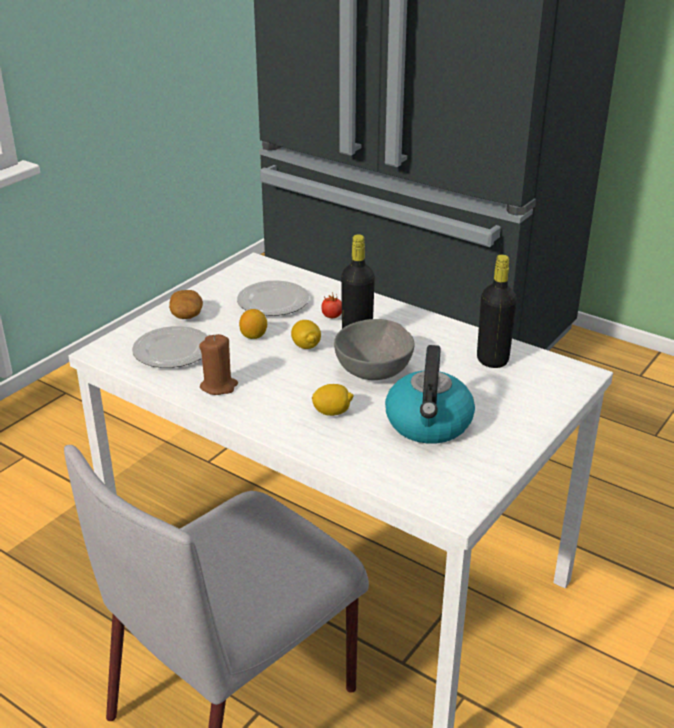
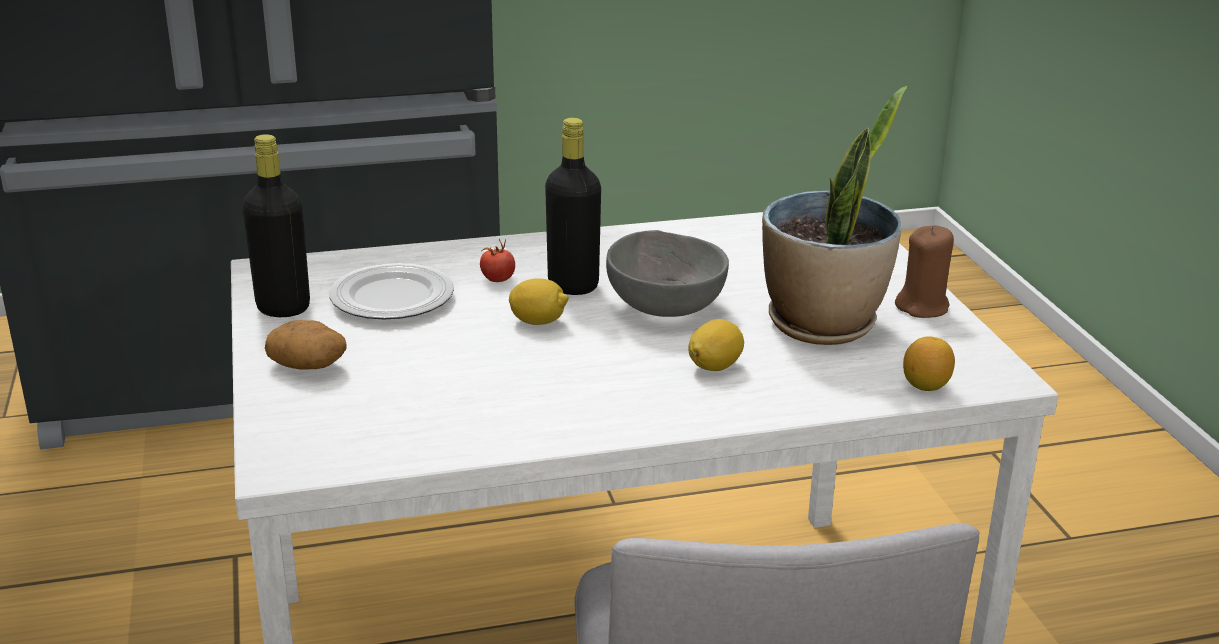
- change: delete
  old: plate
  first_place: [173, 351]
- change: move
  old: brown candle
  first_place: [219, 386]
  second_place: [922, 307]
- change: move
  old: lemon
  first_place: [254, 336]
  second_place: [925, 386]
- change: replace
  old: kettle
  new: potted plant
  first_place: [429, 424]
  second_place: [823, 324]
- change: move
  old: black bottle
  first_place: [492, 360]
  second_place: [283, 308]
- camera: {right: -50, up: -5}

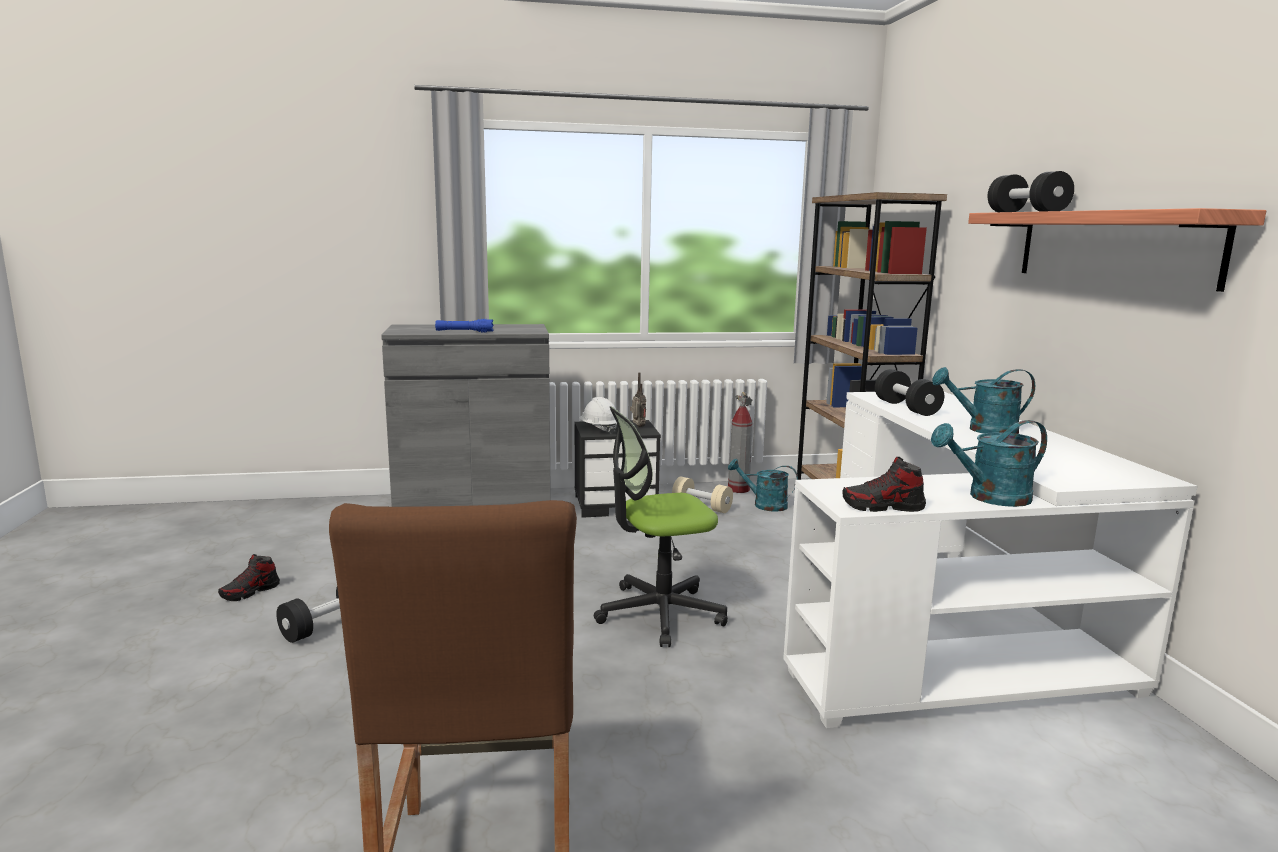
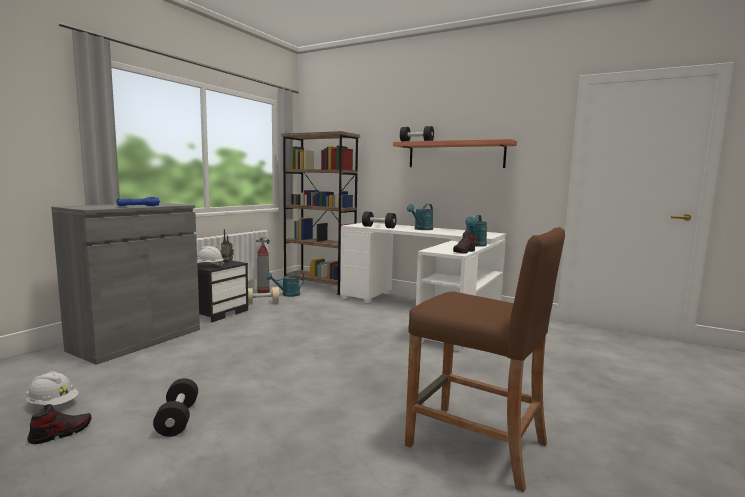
- change: rotate
  old: shoe
  first_place: [250, 592]
  second_place: [61, 433]
  degrees: -120
- change: delete
  old: office chair
  first_place: [659, 613]
- change: insert
  new: white hard hat
  second_place: [53, 404]
- camera: {right: -50, up: -5}

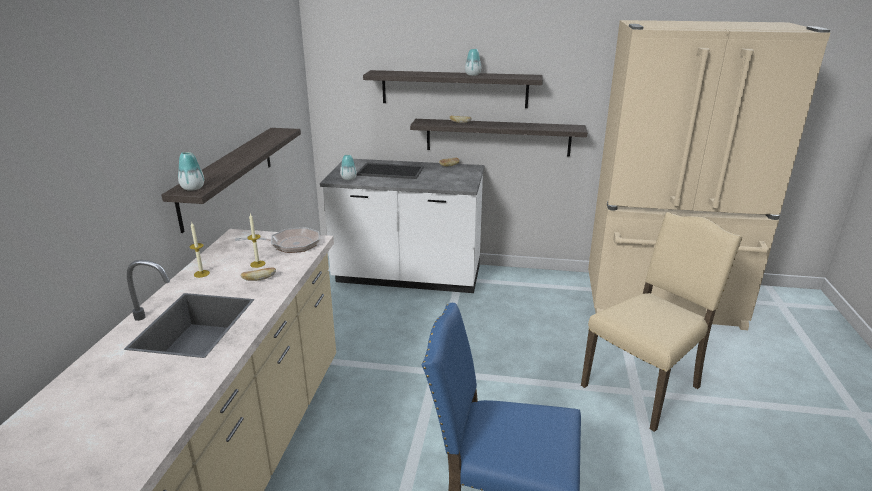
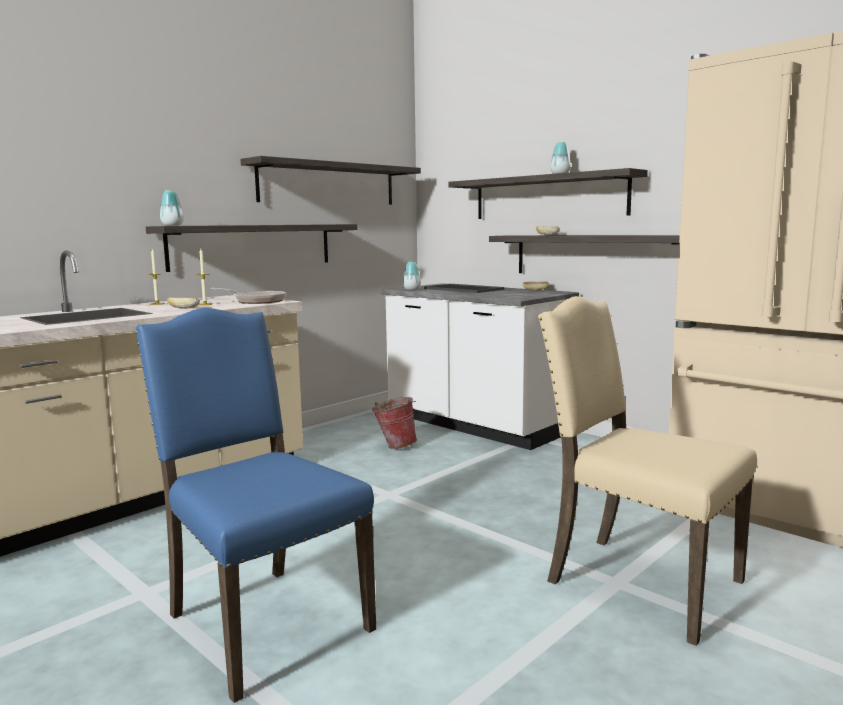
- change: rotate
  old: beige chair
  first_place: [645, 386]
  second_place: [638, 581]
  degrees: -135
- change: insert
  new: shelf
  second_place: [329, 184]
- change: insert
  new: bucket
  second_place: [395, 445]
- camera: {right: 35, up: -15}

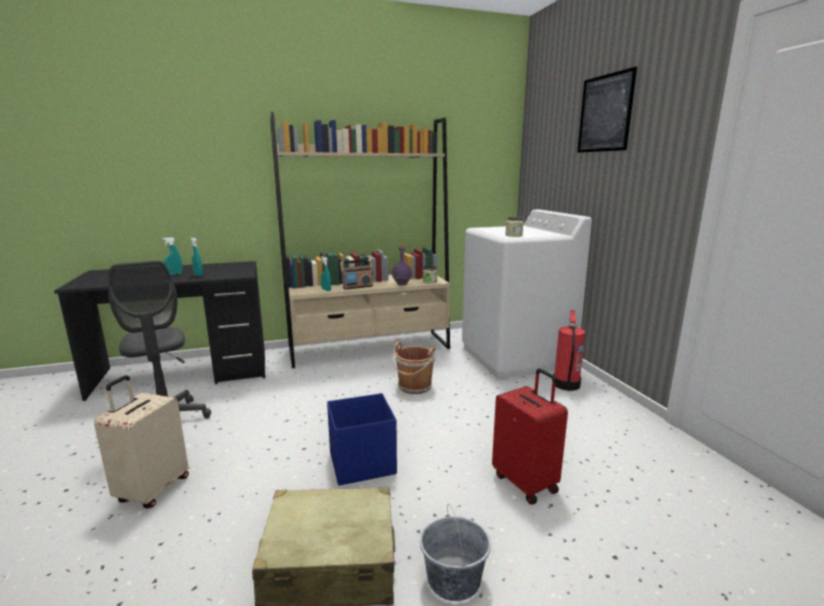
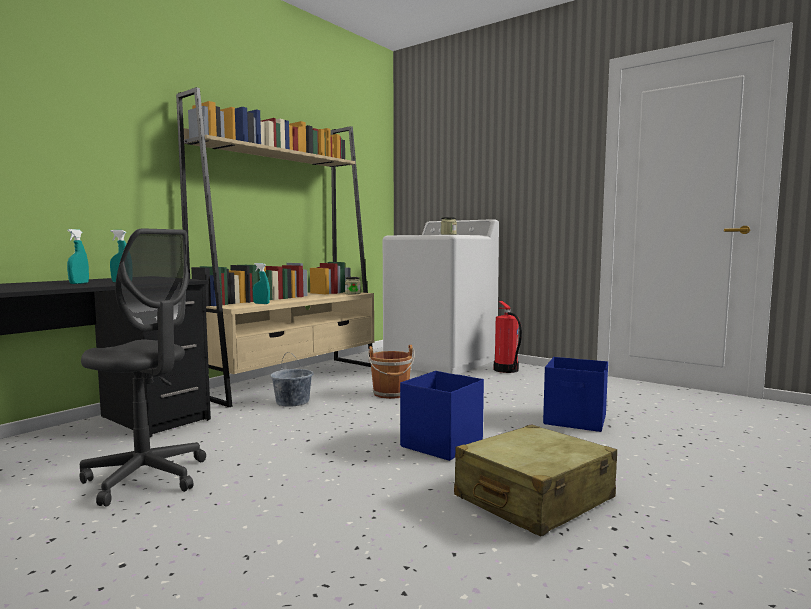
- change: delete
  old: beige suitcase
  first_place: [152, 490]
- change: delete
  old: radio
  first_place: [357, 287]
- change: delete
  old: purple bottle
  first_place: [402, 284]
- change: move
  old: grey bucket
  first_place: [454, 579]
  second_place: [292, 402]
- change: replace
  old: red suitcase
  new: blue storage box
  first_place: [526, 482]
  second_place: [576, 420]
- change: delete
  old: picture
  first_place: [605, 113]
- camera: {right: -35, up: -10}

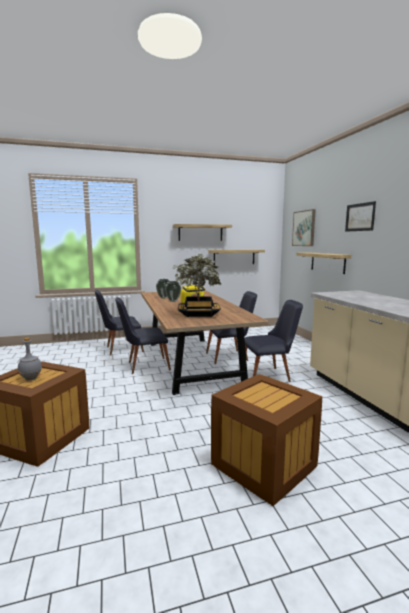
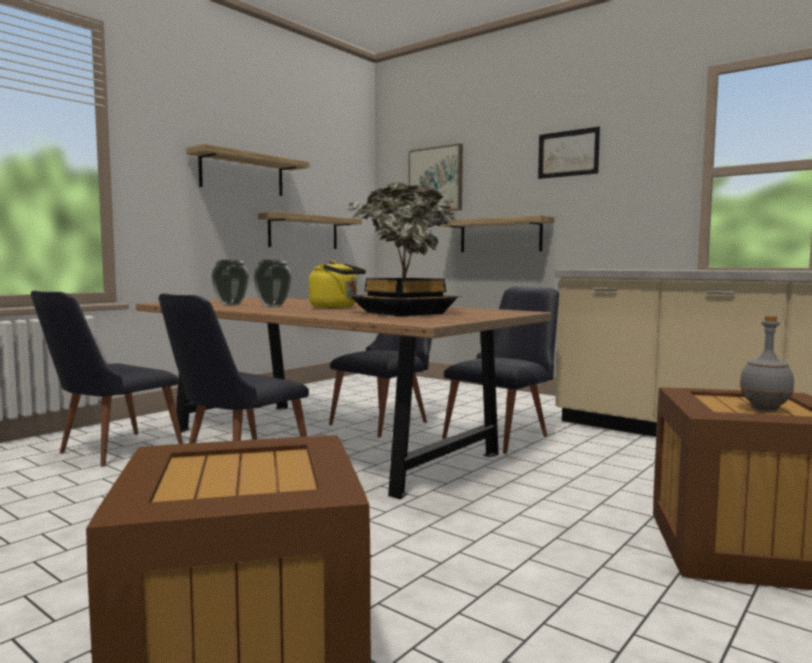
- change: move
  old: grey bottle
  first_place: [31, 379]
  second_place: [765, 410]
- camera: {right: -35, up: -5}

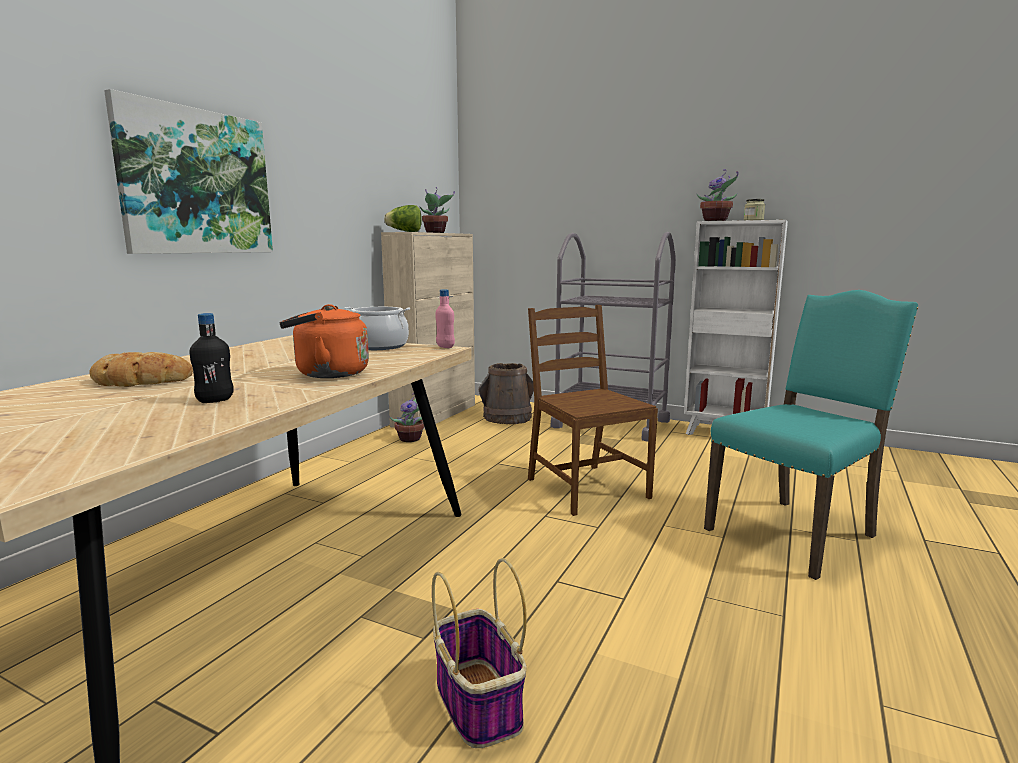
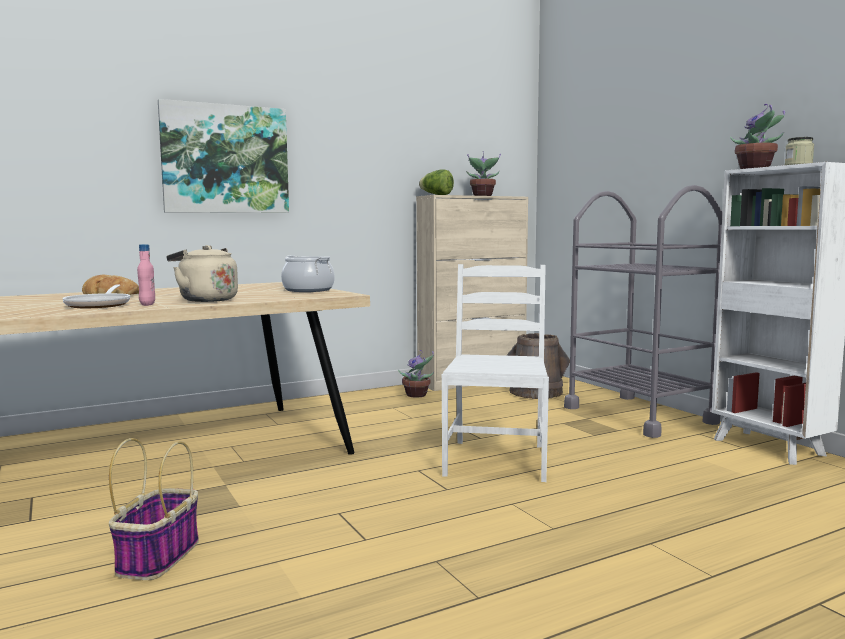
- change: replace
  old: black bottle
  new: frying pan
  first_place: [215, 400]
  second_place: [100, 305]
- change: recolor
  old: orange kettle
  new: beige kettle
  first_place: [327, 374]
  second_place: [205, 300]
- change: move
  old: pink bottle
  first_place: [445, 347]
  second_place: [147, 304]
- change: recolor
  old: brown chair
  new: white chair
  first_place: [585, 488]
  second_place: [496, 459]
- change: delete
  old: turquoise chair
  first_place: [795, 533]
- camera: {right: 35, up: -5}

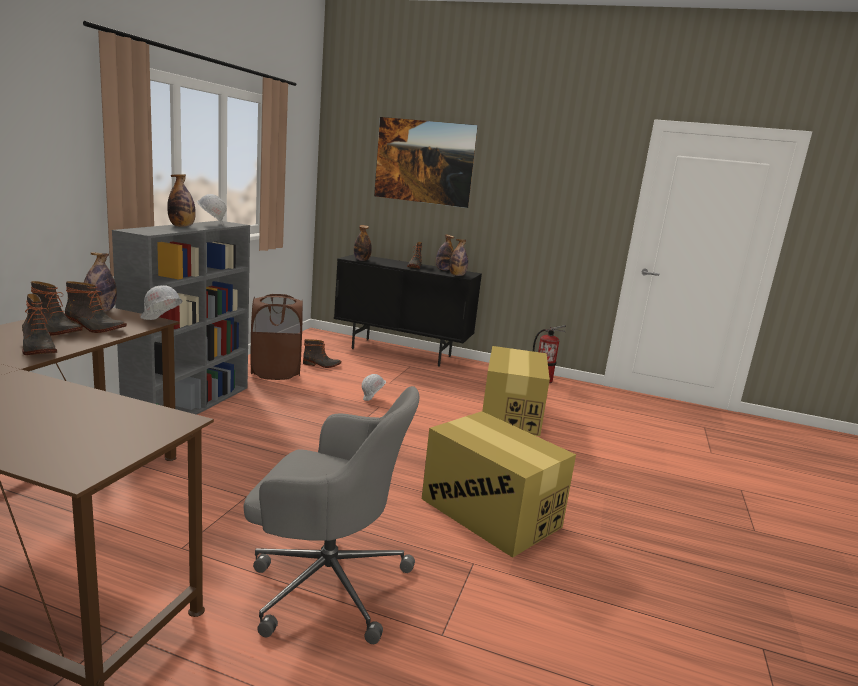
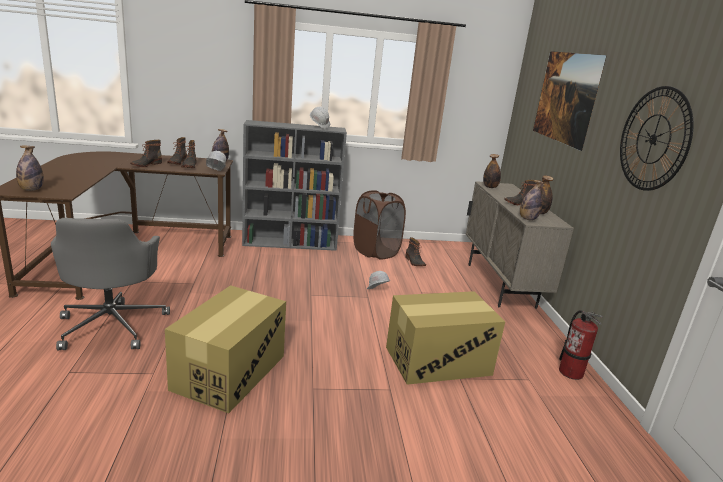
- change: move
  old: bottle
  first_place: [182, 226]
  second_place: [31, 189]
- change: recolor
  old: black cabinet
  new: beige cabinet
  first_place: [401, 352]
  second_place: [500, 285]
- change: insert
  new: wall clock
  second_place: [653, 139]
- camera: {right: 65, up: 5}

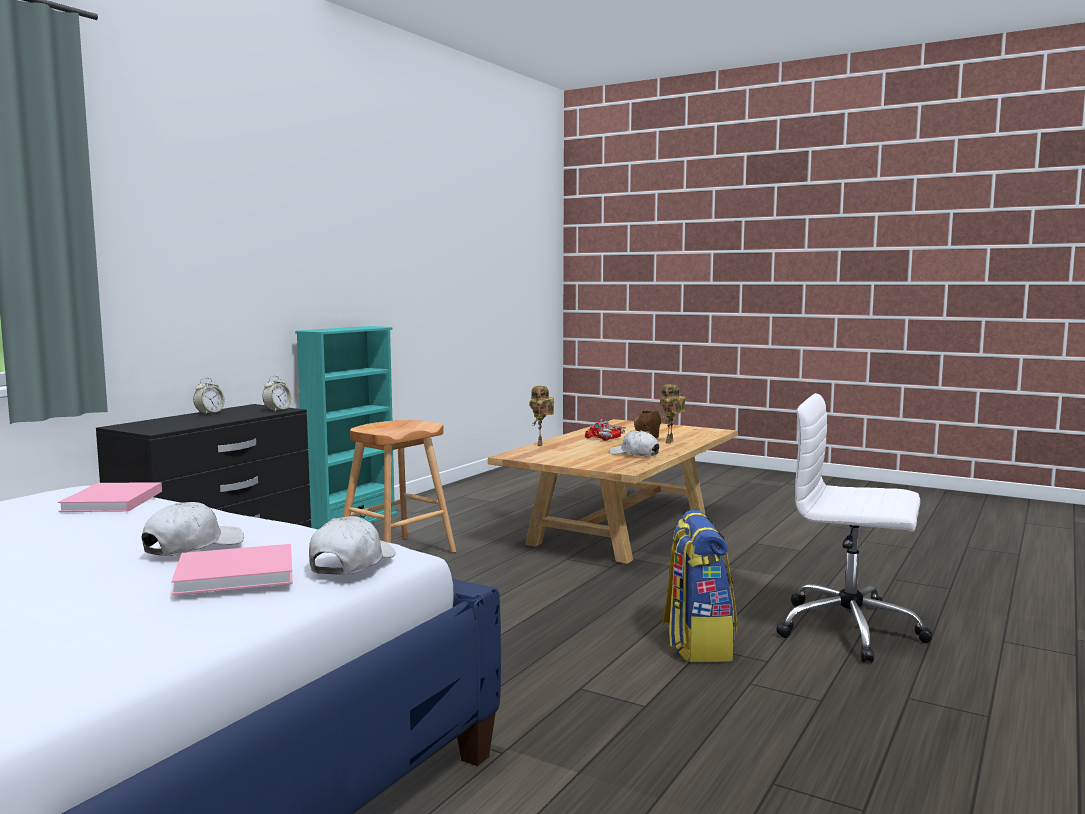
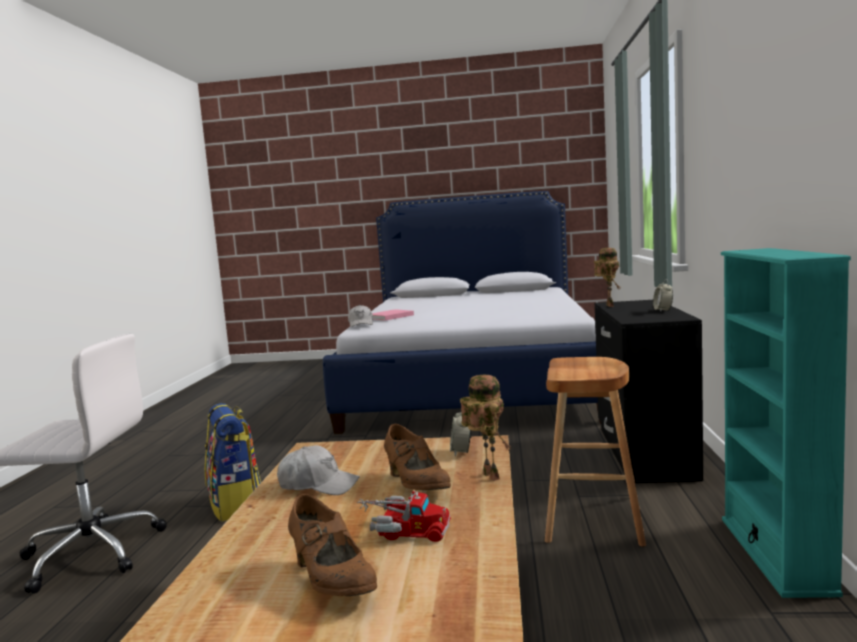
- change: delete
  old: pink book
  first_place: [111, 502]
- change: delete
  old: white cap
  first_place: [193, 546]
- change: move
  old: alarm clock
  first_place: [277, 410]
  second_place: [461, 452]
- change: move
  old: toy robot
  first_place: [670, 442]
  second_place: [608, 306]
- change: insert
  new: brown shoe
  second_place: [416, 485]
- camera: {right: 155, up: 0}

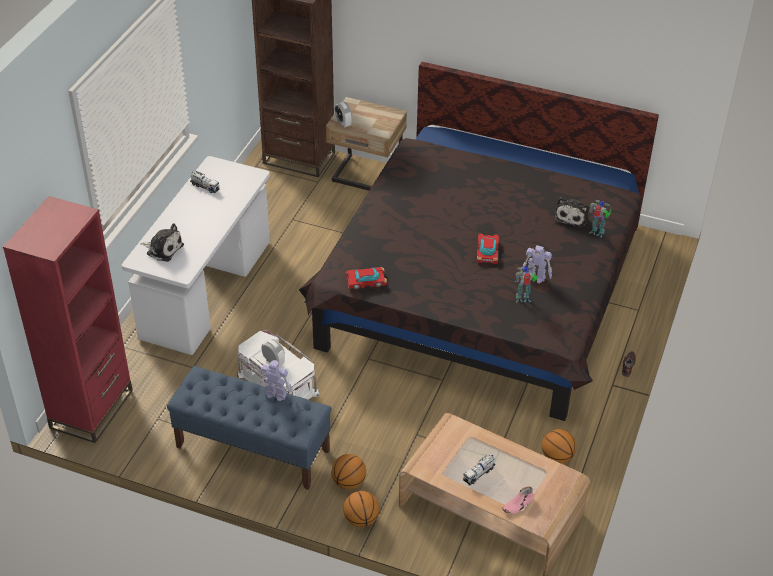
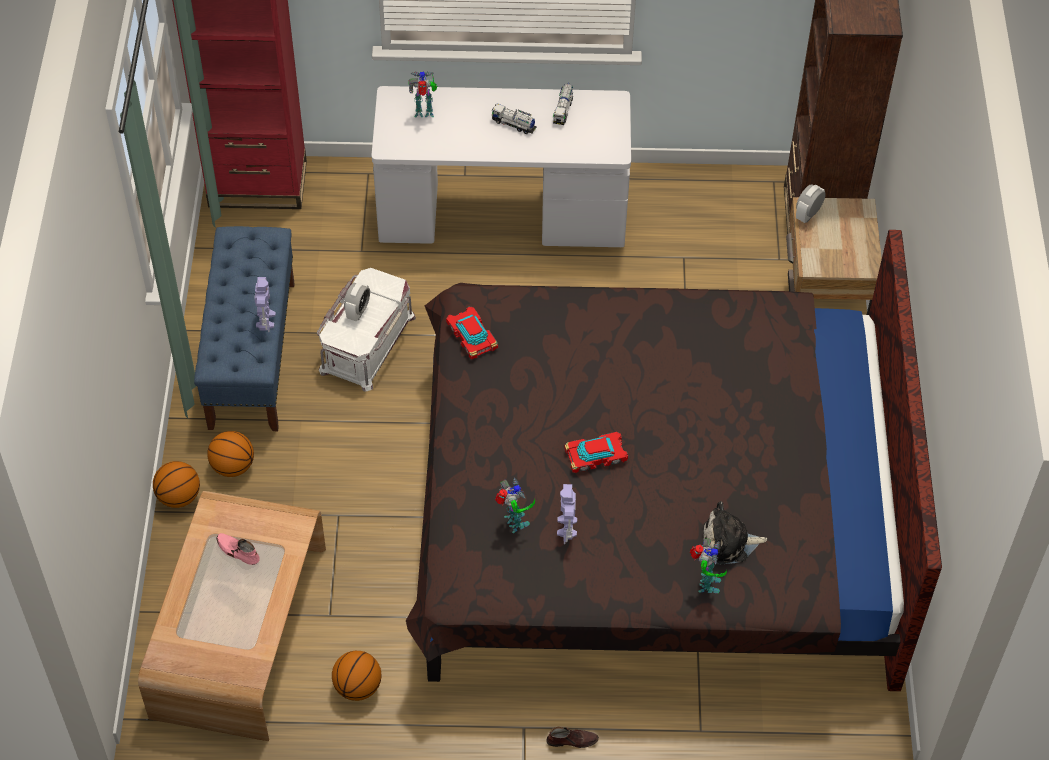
- change: replace
  old: plush toy
  new: toy robot
  first_place: [163, 249]
  second_place: [425, 113]
- change: move
  old: toy truck
  first_place: [479, 474]
  second_place: [513, 124]
- change: move
  old: pink shoe
  first_place: [518, 505]
  second_place: [237, 551]
- camera: {right: 70, up: 10}

